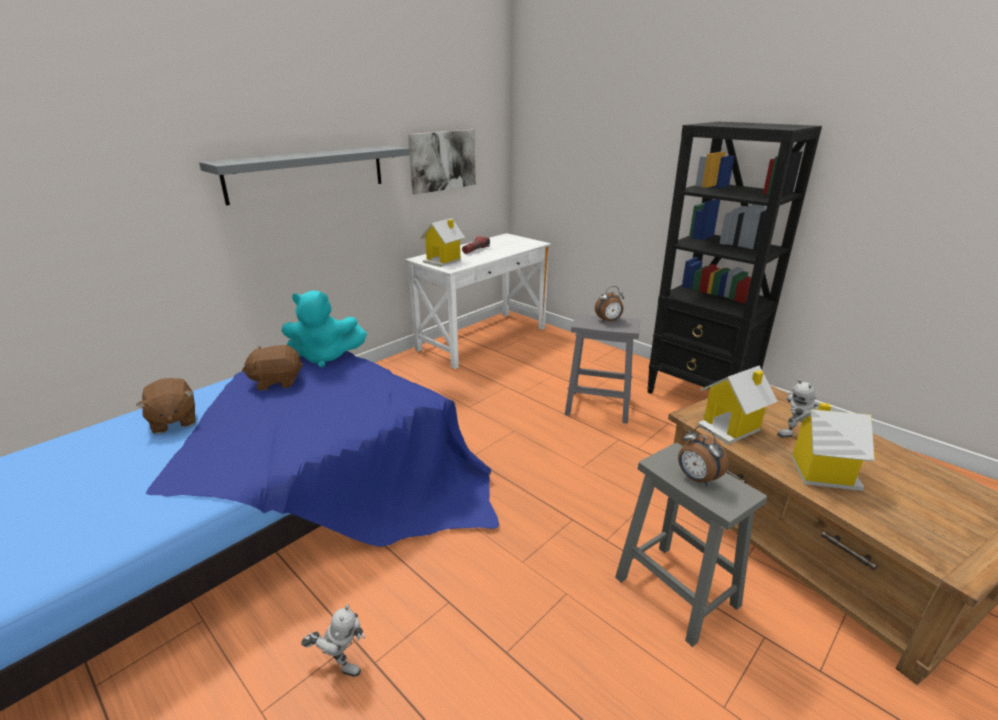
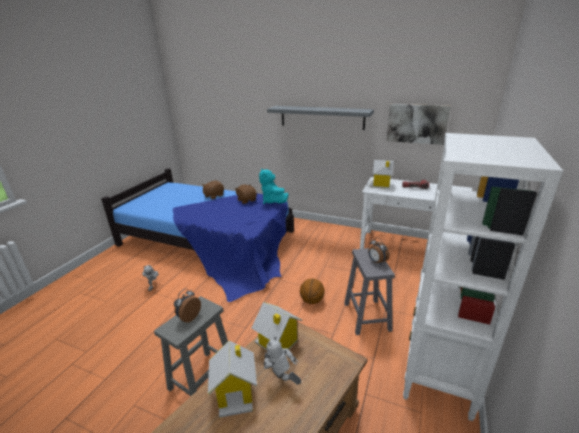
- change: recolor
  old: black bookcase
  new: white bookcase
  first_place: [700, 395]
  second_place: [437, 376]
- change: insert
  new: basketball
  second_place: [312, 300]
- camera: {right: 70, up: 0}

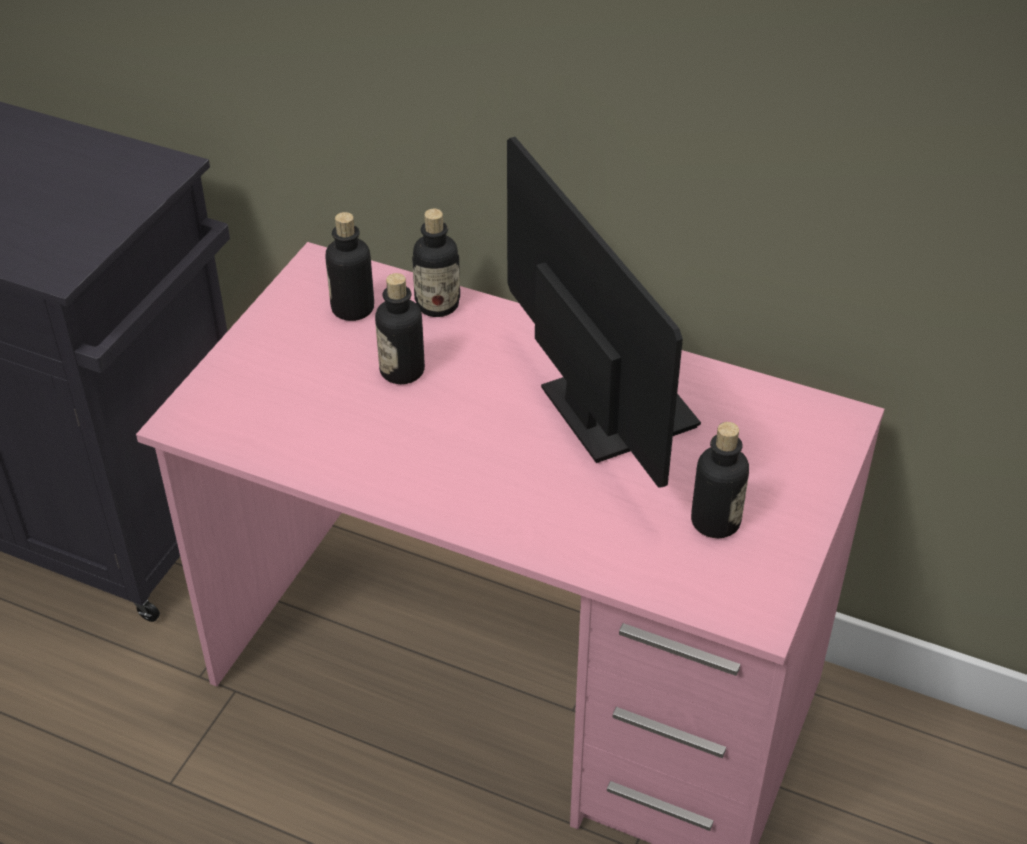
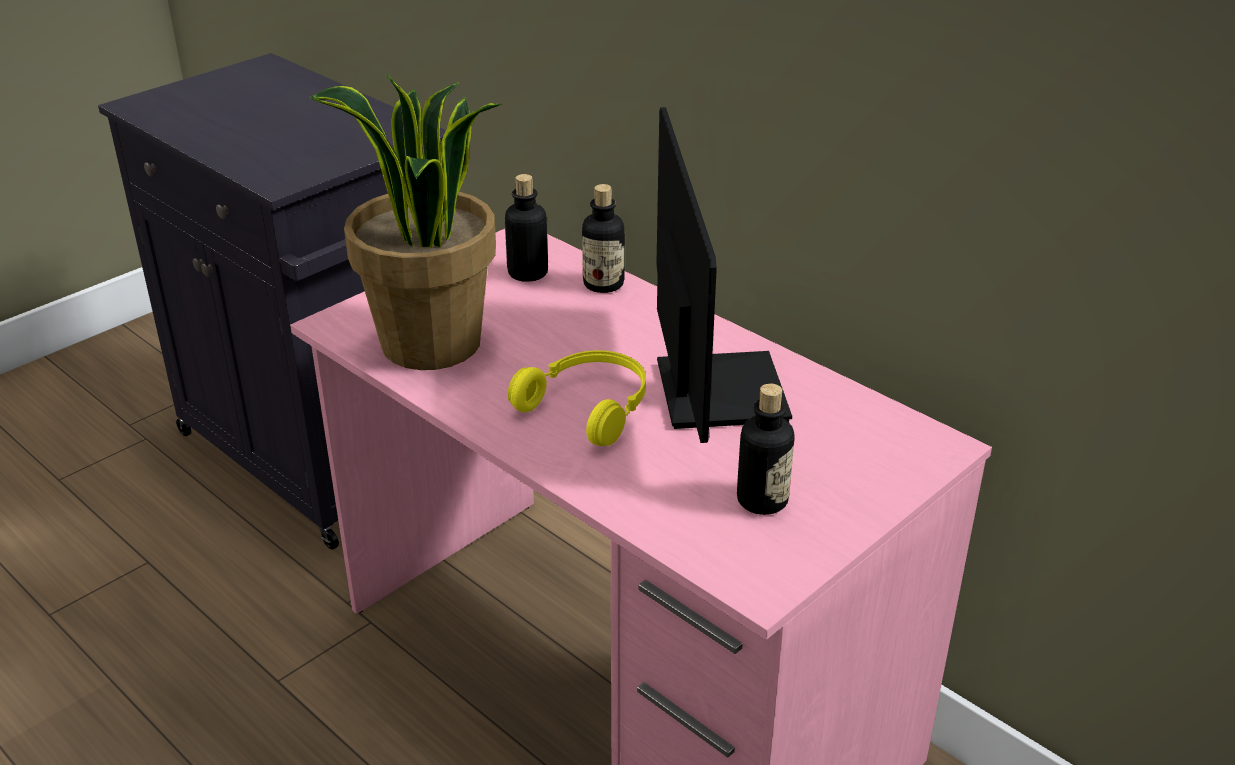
- change: delete
  old: bottle
  first_place: [402, 371]
- change: insert
  new: potted plant
  second_place: [430, 345]
- change: insert
  new: yellow headphones
  second_place: [589, 406]
- camera: {right: 20, up: -10}

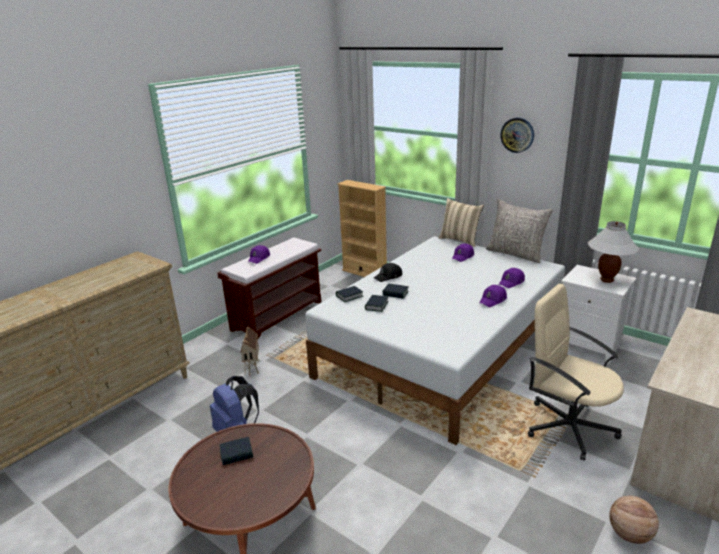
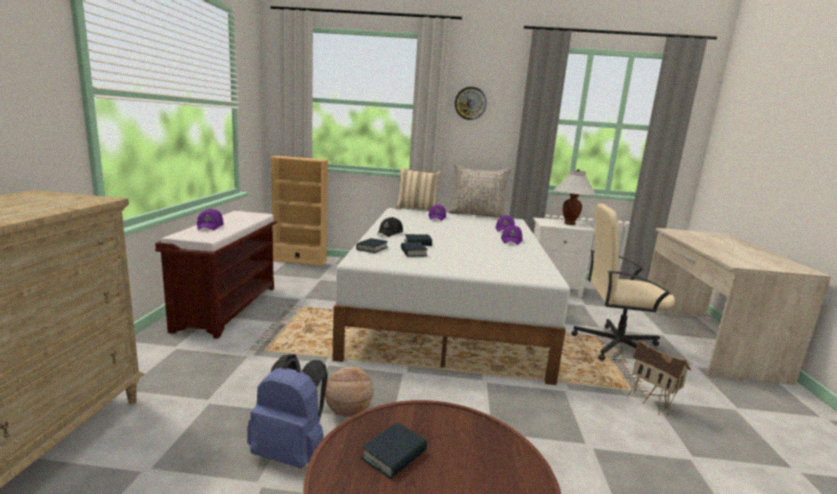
- change: move
  old: toy house
  first_place: [253, 369]
  second_place: [651, 404]
- change: move
  old: basketball
  first_place: [630, 534]
  second_place: [348, 412]
- camera: {right: -35, up: -10}

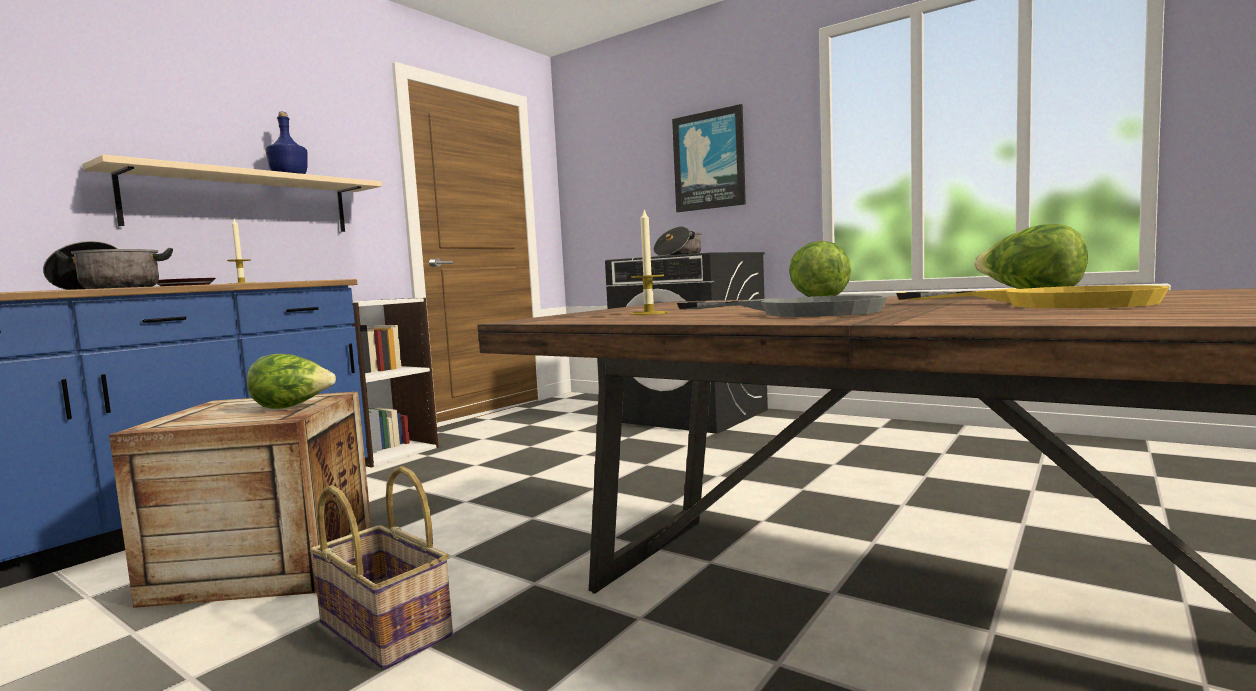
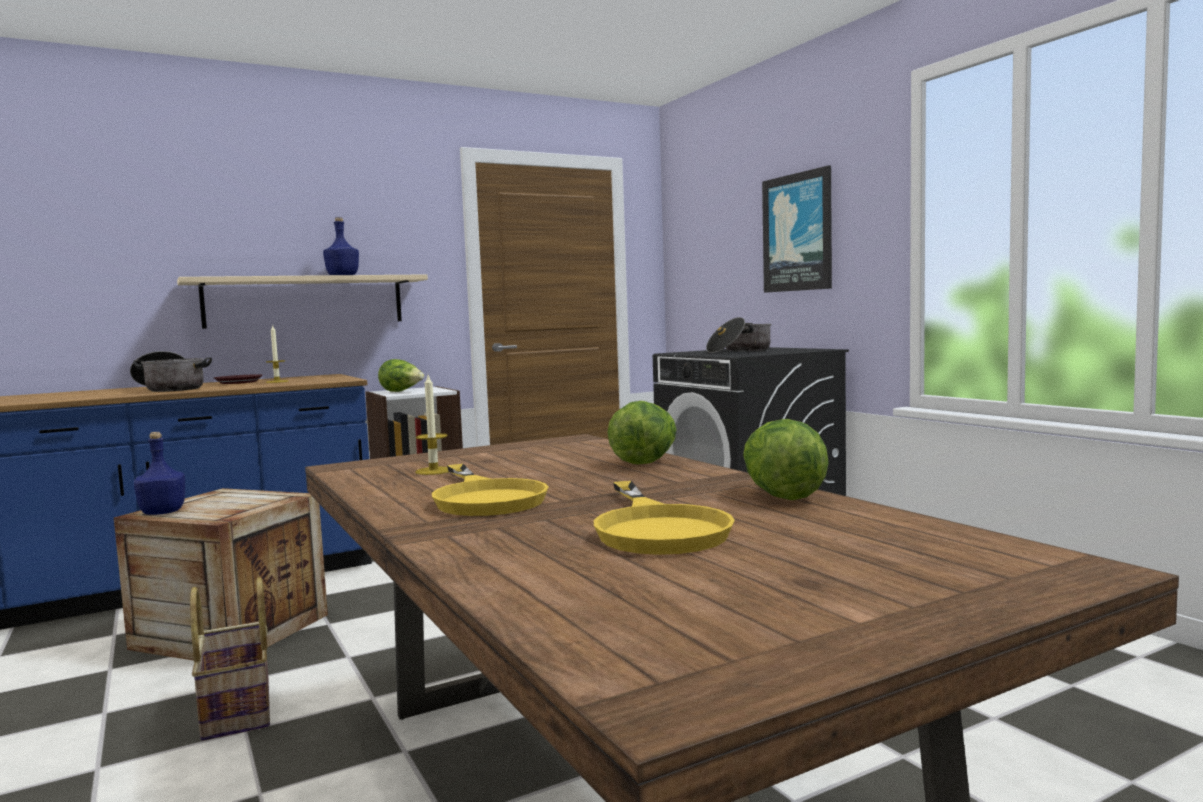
- change: move
  old: lettuce
  first_place: [292, 407]
  second_place: [401, 391]
- change: recolor
  old: grey frying pan
  new: yellow frying pan
  first_place: [800, 312]
  second_place: [485, 498]
- change: insert
  new: blue bottle
  second_place: [162, 512]
- camera: {right: 25, up: 0}

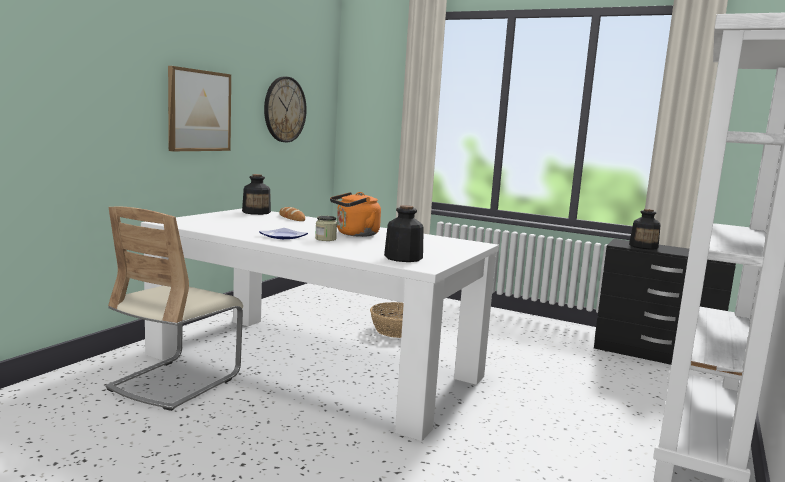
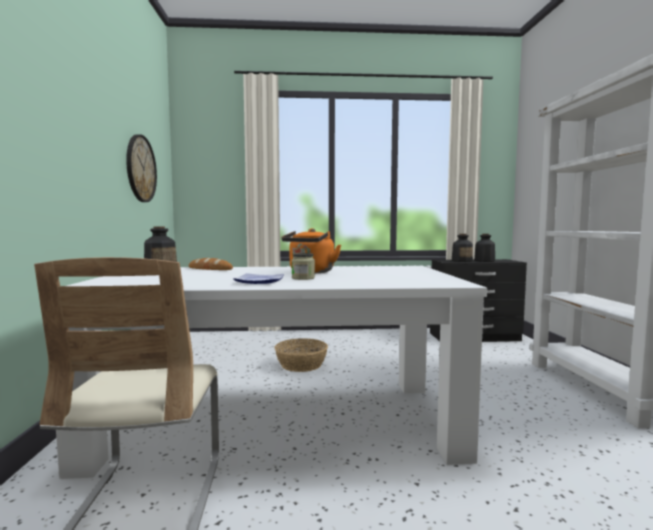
- change: delete
  old: picture
  first_place: [199, 110]
- change: move
  old: bottle
  first_place: [402, 258]
  second_place: [484, 261]
- camera: {right: -30, up: -5}

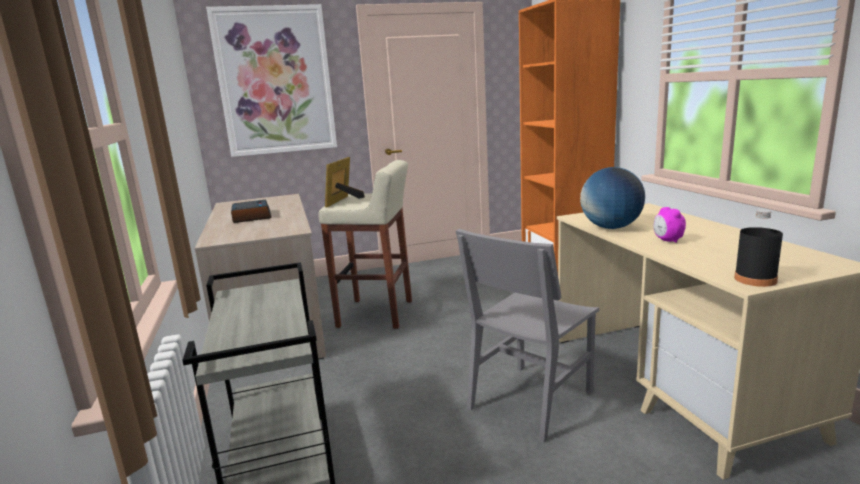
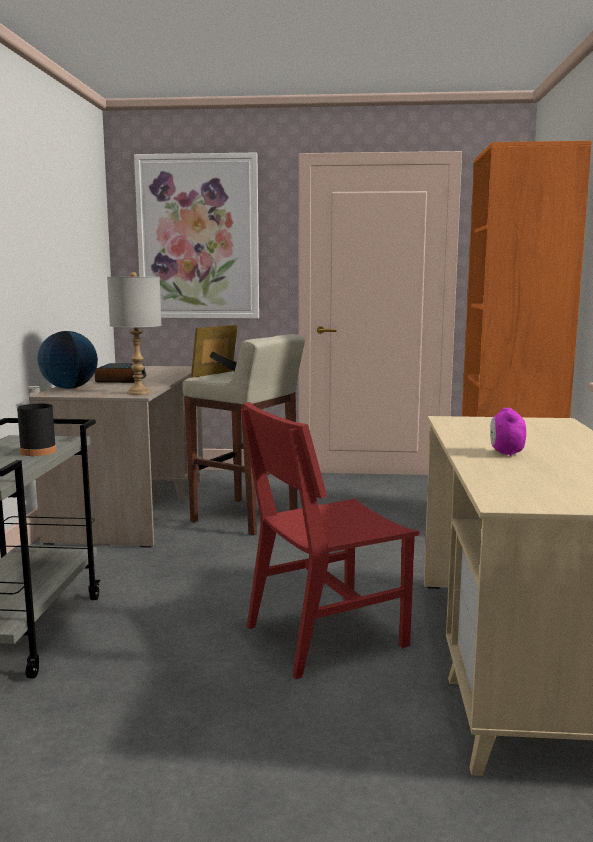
- change: recolor
  old: grey chair
  new: red chair
  first_place: [530, 400]
  second_place: [325, 636]
- change: move
  old: globe
  first_place: [611, 227]
  second_place: [69, 388]
- change: move
  old: black bottle
  first_place: [755, 279]
  second_place: [38, 451]
- change: insert
  new: grey table lamp
  second_place: [138, 392]
- camera: {right: 20, up: -5}

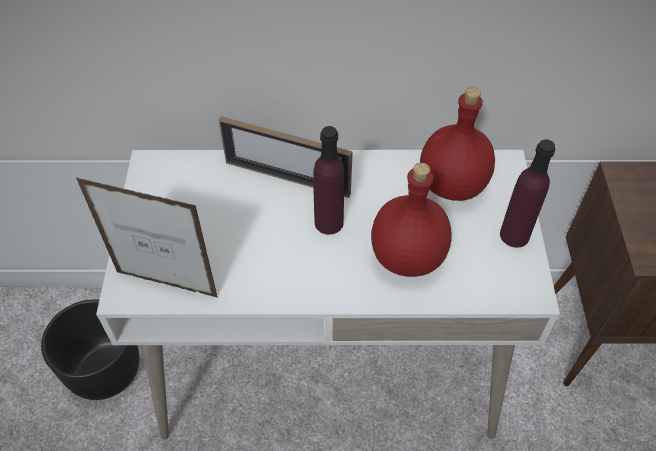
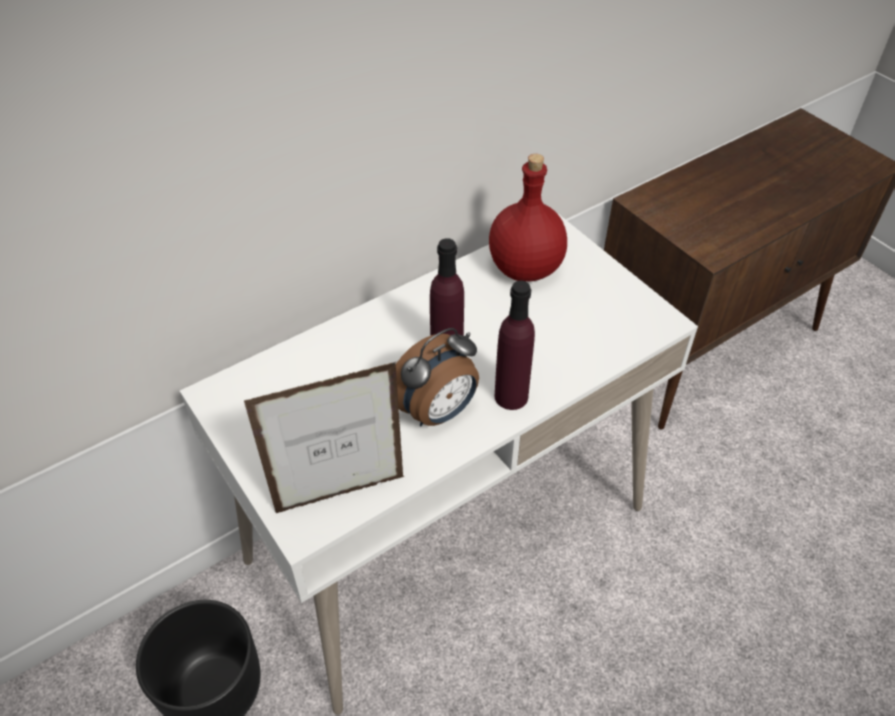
- change: delete
  old: picture frame
  first_place: [287, 178]
- change: delete
  old: red bottle
  first_place: [407, 258]
- change: move
  old: purple bottle
  first_place: [514, 235]
  second_place: [511, 396]
- change: insert
  new: alarm clock
  second_place: [437, 412]
- camera: {right: -35, up: -5}

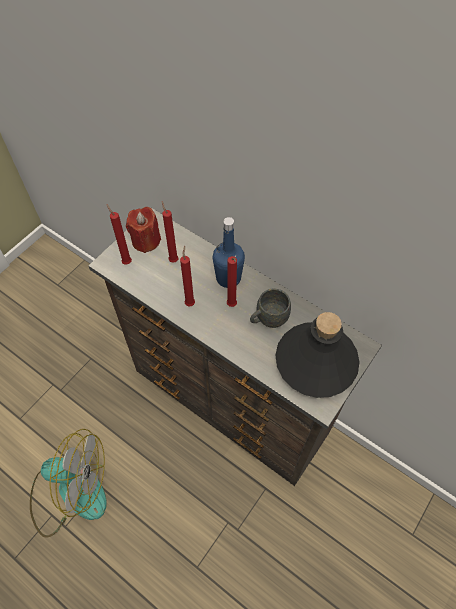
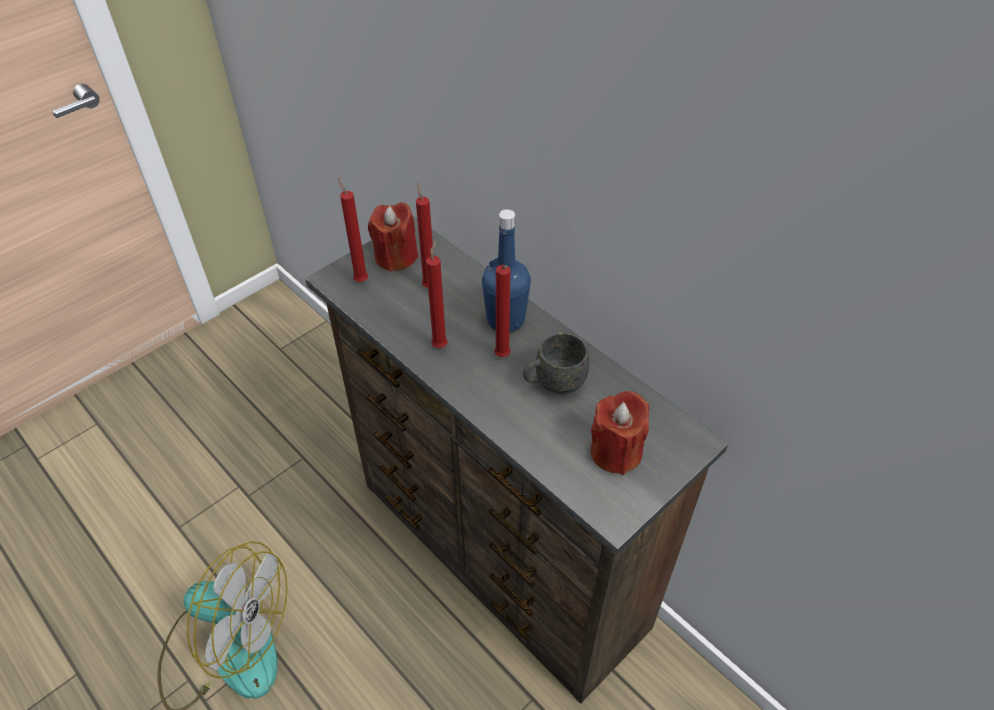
- change: replace
  old: black bottle
  new: red candle
  first_place: [315, 361]
  second_place: [616, 452]
- camera: {right: 10, up: -10}

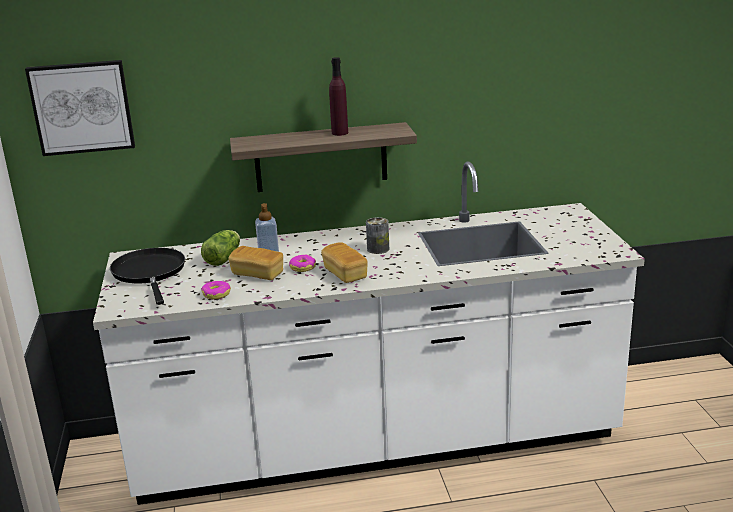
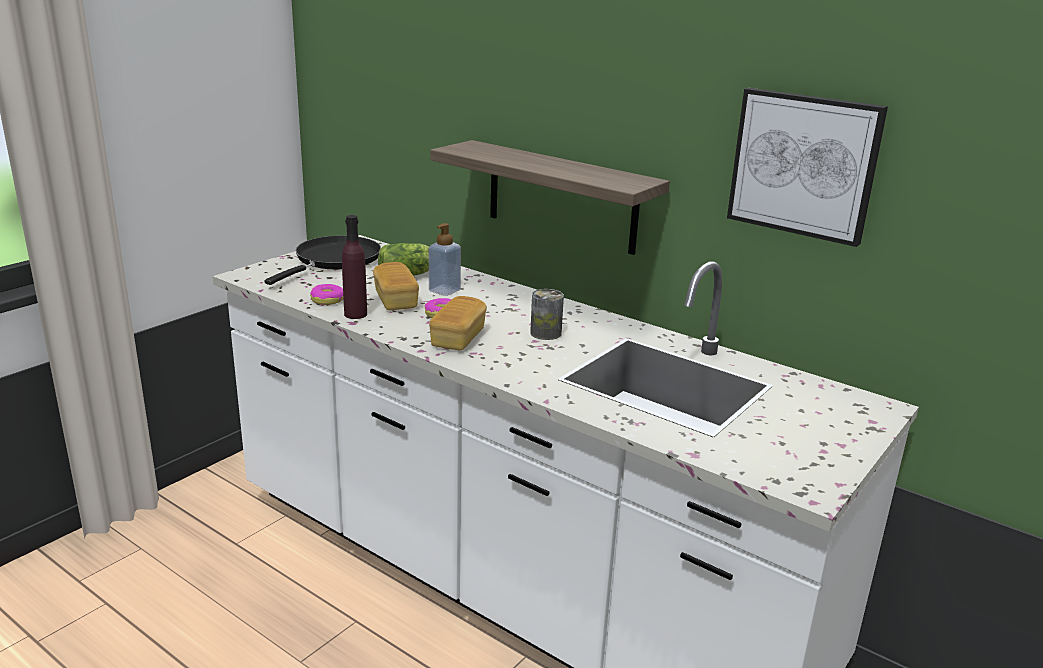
- change: move
  old: picture
  first_place: [82, 107]
  second_place: [804, 165]
- change: move
  old: purple bottle
  first_place: [340, 133]
  second_place: [355, 314]
- camera: {right: 45, up: 0}

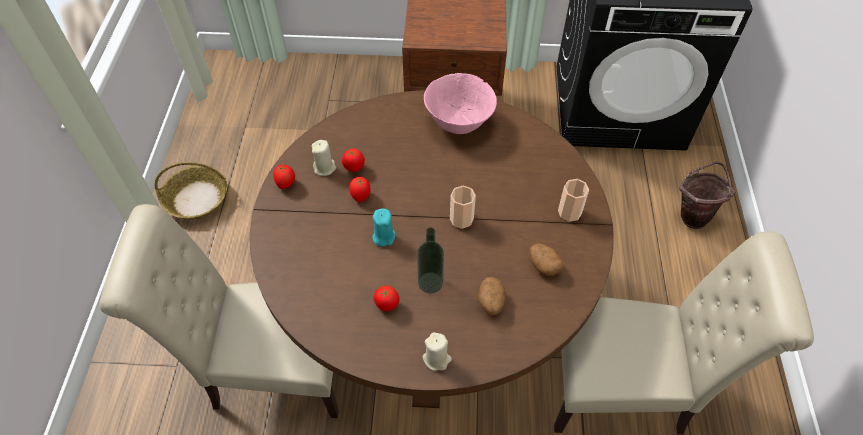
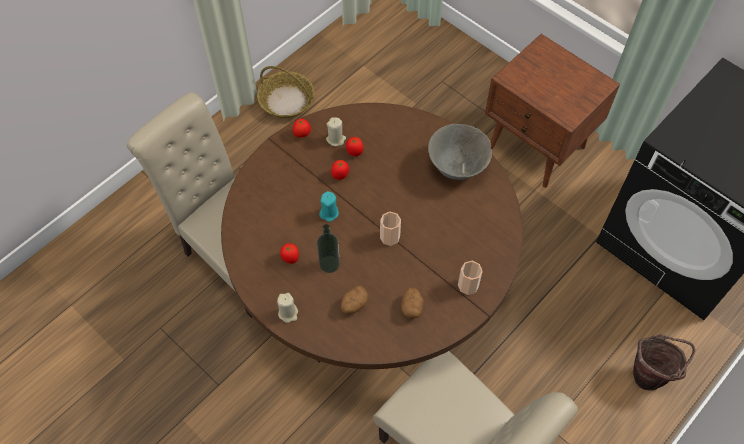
- change: recolor
  old: pink bowl
  new: grey bowl
  first_place: [458, 122]
  second_place: [456, 166]
- camera: {right: 40, up: 5}

